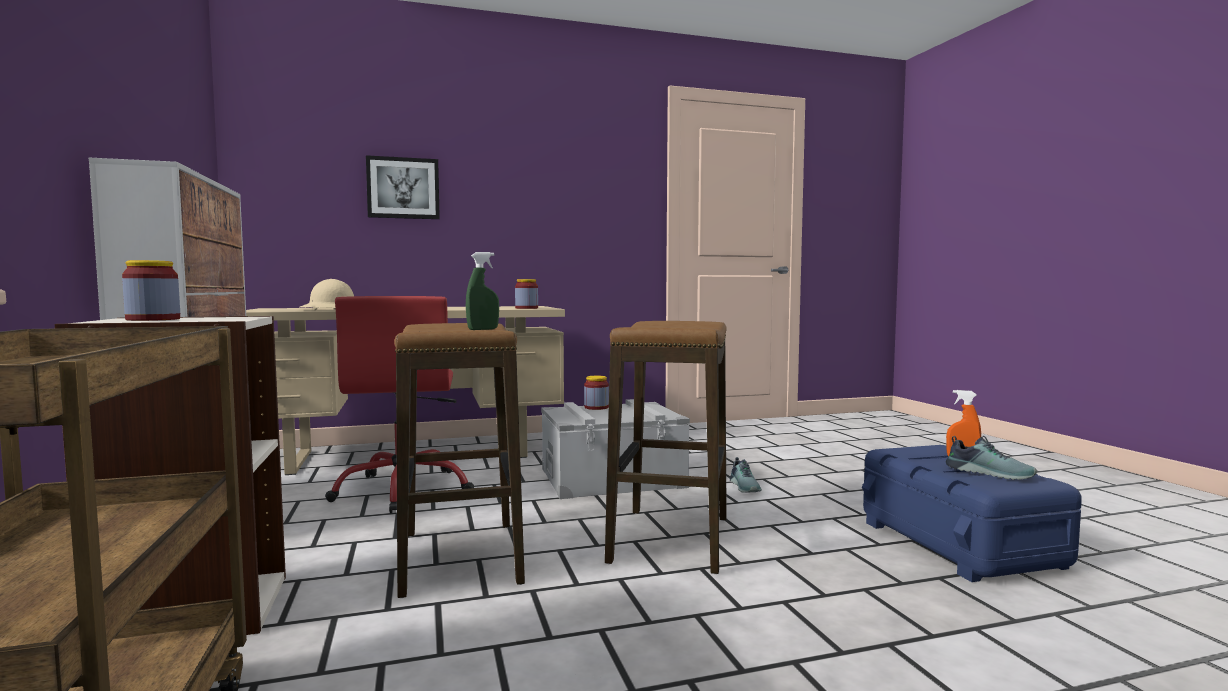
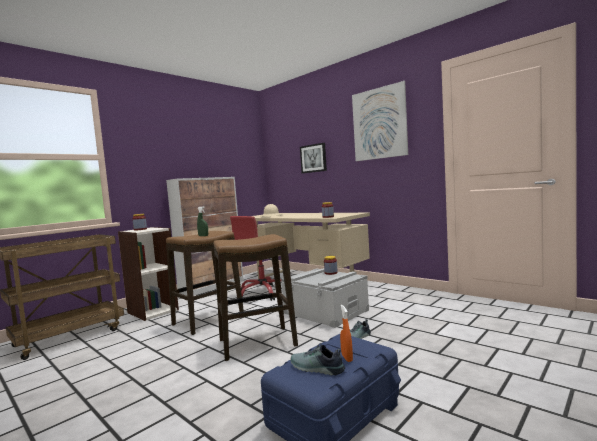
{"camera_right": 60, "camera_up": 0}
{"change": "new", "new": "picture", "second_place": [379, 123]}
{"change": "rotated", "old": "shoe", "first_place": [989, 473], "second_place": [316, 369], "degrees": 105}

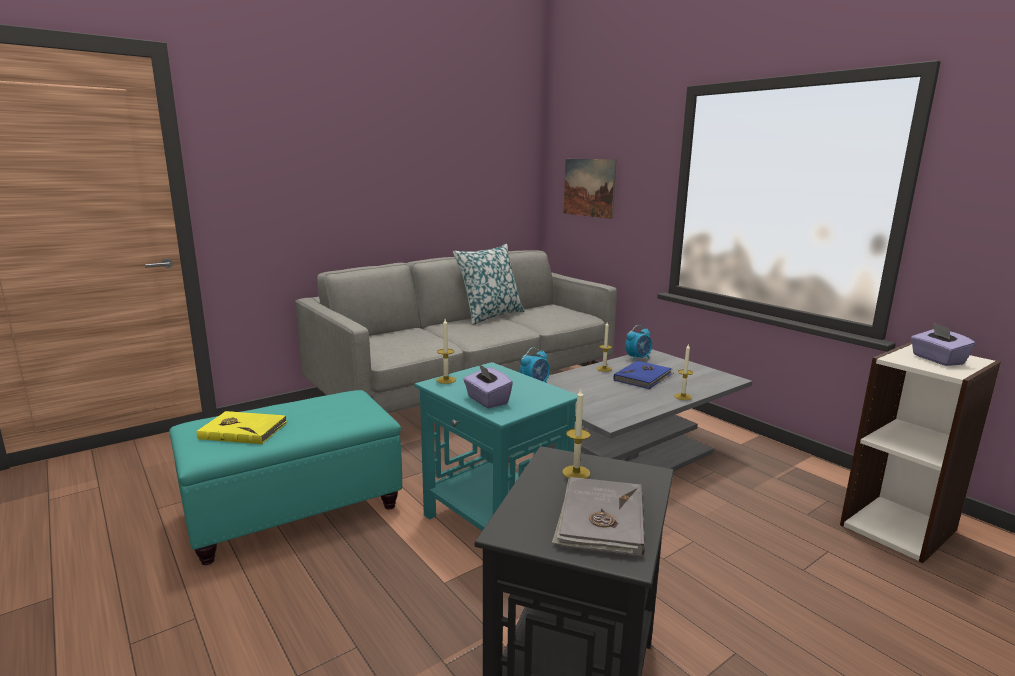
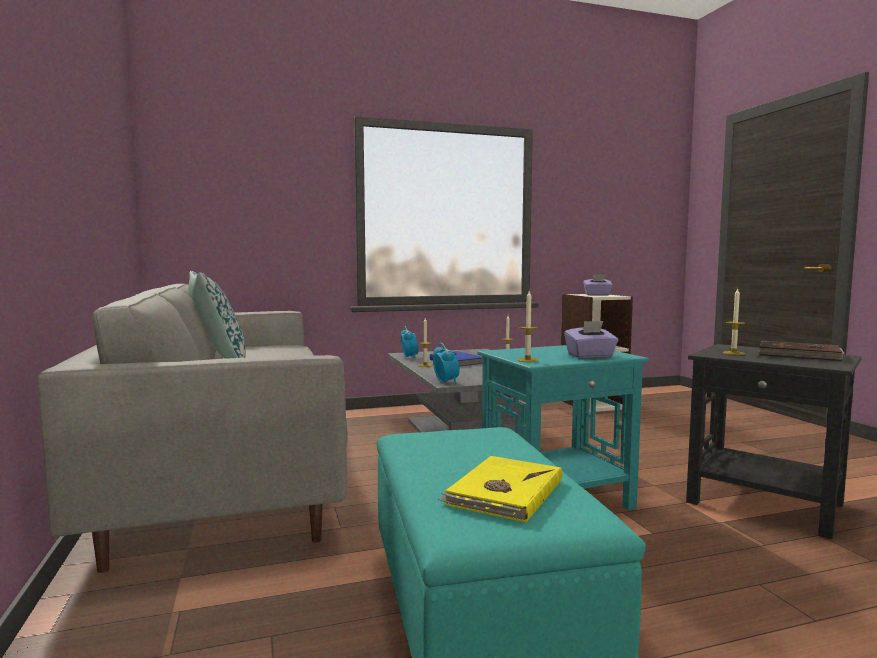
{"camera_right": -70, "camera_up": -10}
{"change": "gone", "old": "picture", "first_place": [589, 187]}
{"change": "repainted", "old": "book in grey", "new": "book in brown", "first_place": [600, 520], "second_place": [799, 355]}

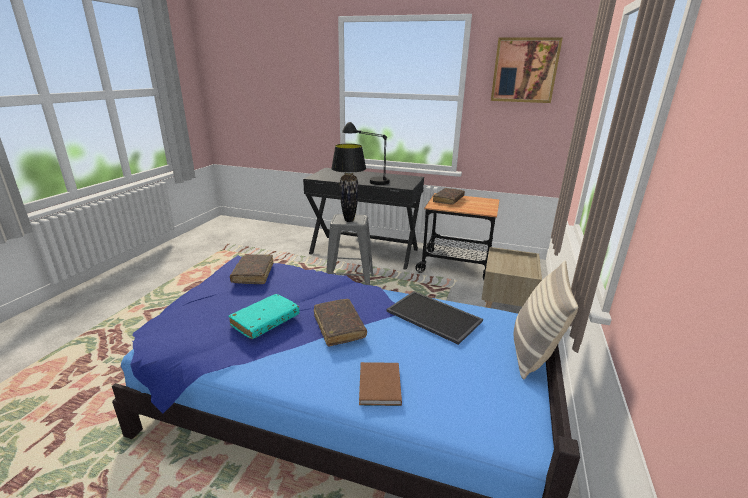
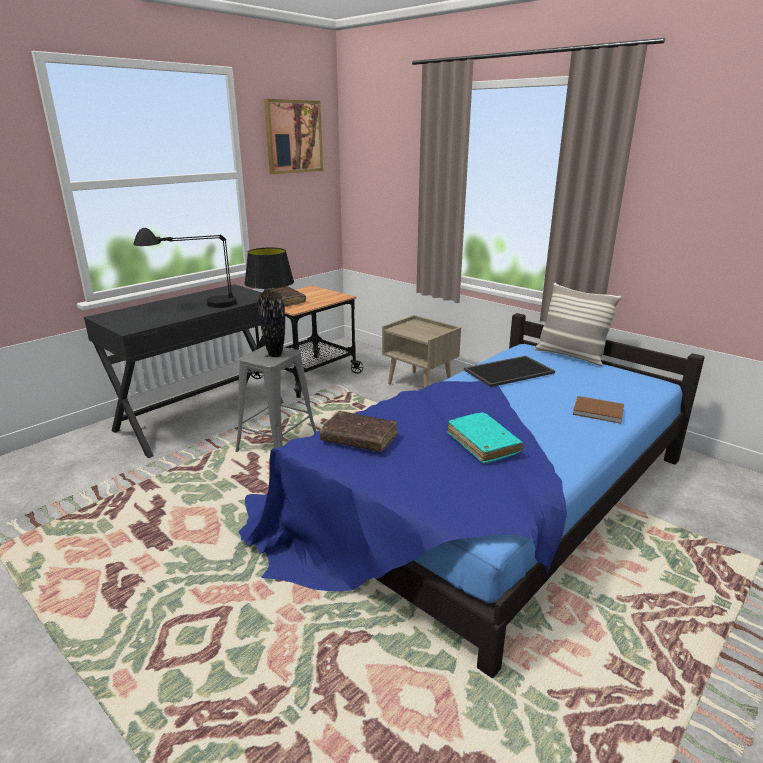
{"camera_right": -65, "camera_up": 0}
{"change": "gone", "old": "book in brown", "first_place": [339, 327]}

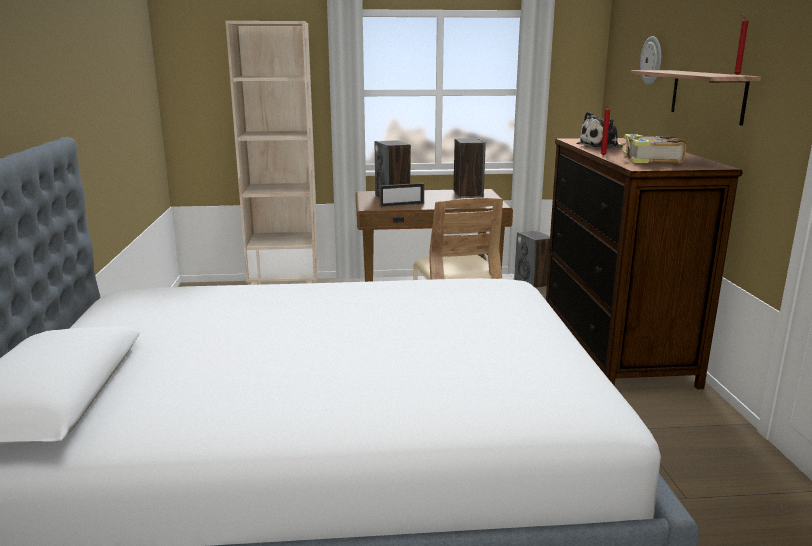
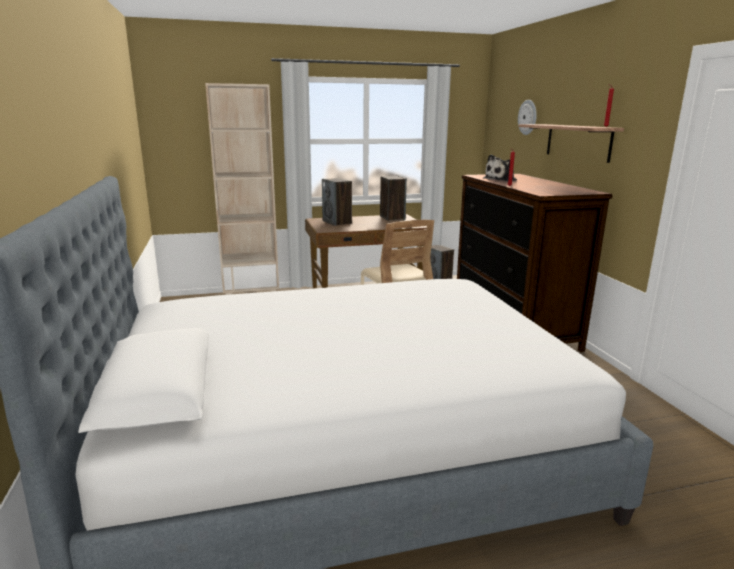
{"camera_right": -10, "camera_up": 0}
{"change": "gone", "old": "picture frame", "first_place": [402, 205]}
{"change": "gone", "old": "book", "first_place": [650, 159]}

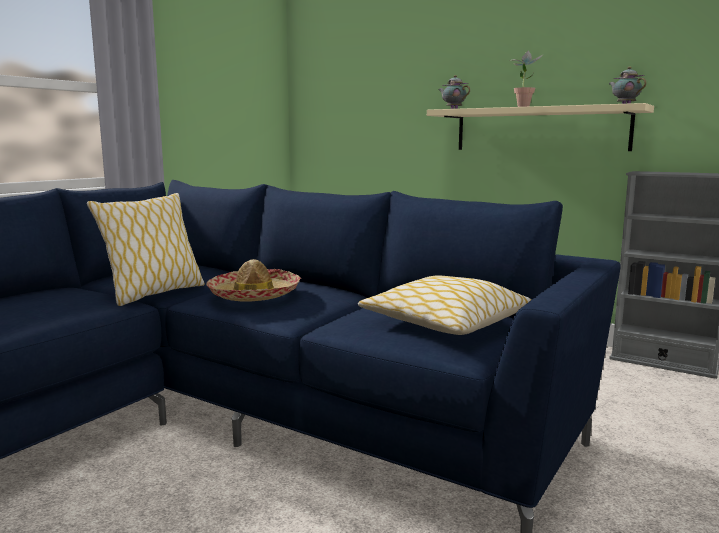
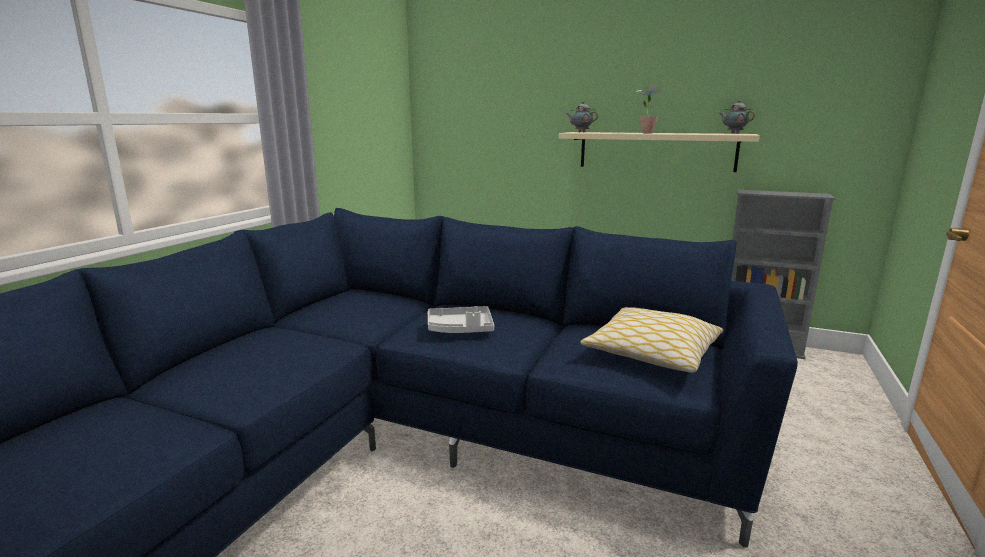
{"camera_right": -10, "camera_up": 5}
{"change": "gone", "old": "pillow", "first_place": [154, 294]}
{"change": "swapped", "old": "hat", "new": "tray in grey", "first_place": [254, 295], "second_place": [460, 329]}

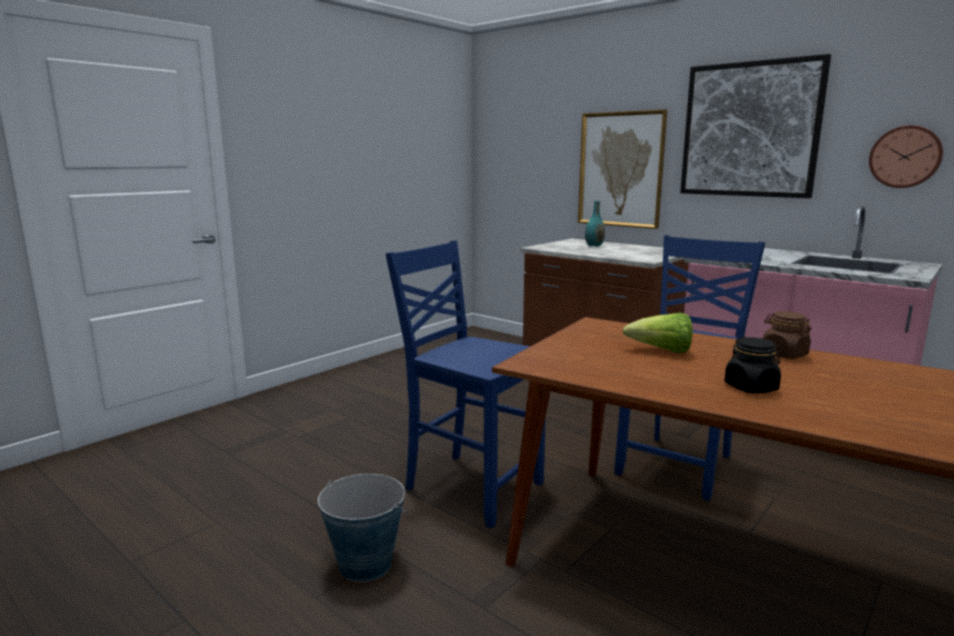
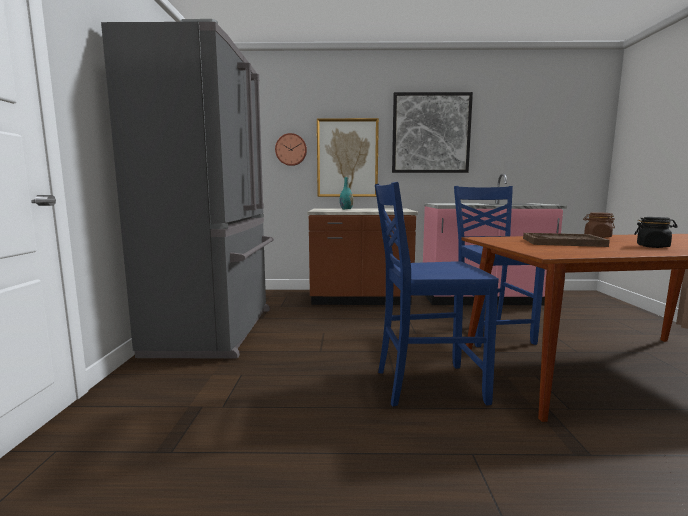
{"camera_right": -40, "camera_up": -5}
{"change": "gone", "old": "bucket", "first_place": [365, 564]}
{"change": "new", "new": "fridge in grey", "second_place": [217, 330]}
{"change": "shifted", "old": "wall clock", "first_place": [905, 157], "second_place": [291, 149]}
{"change": "swapped", "old": "lettuce", "new": "tray in brown", "first_place": [661, 351], "second_place": [562, 242]}

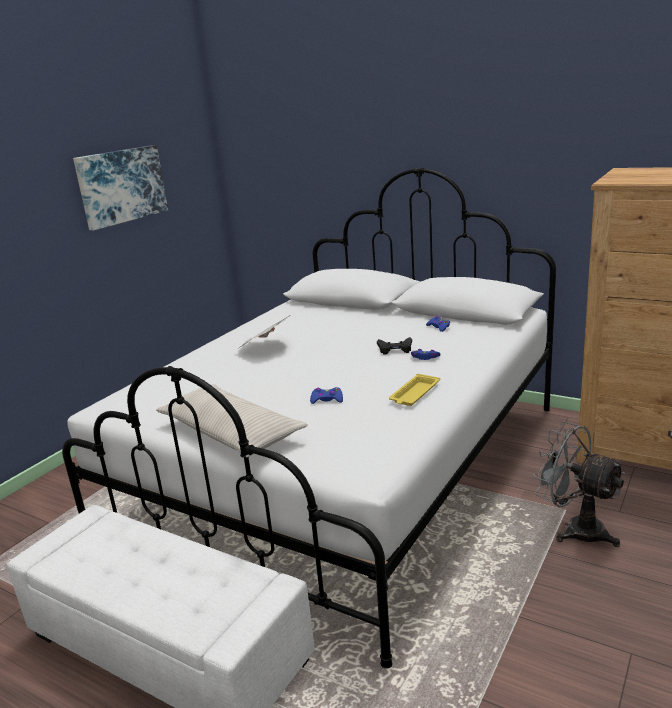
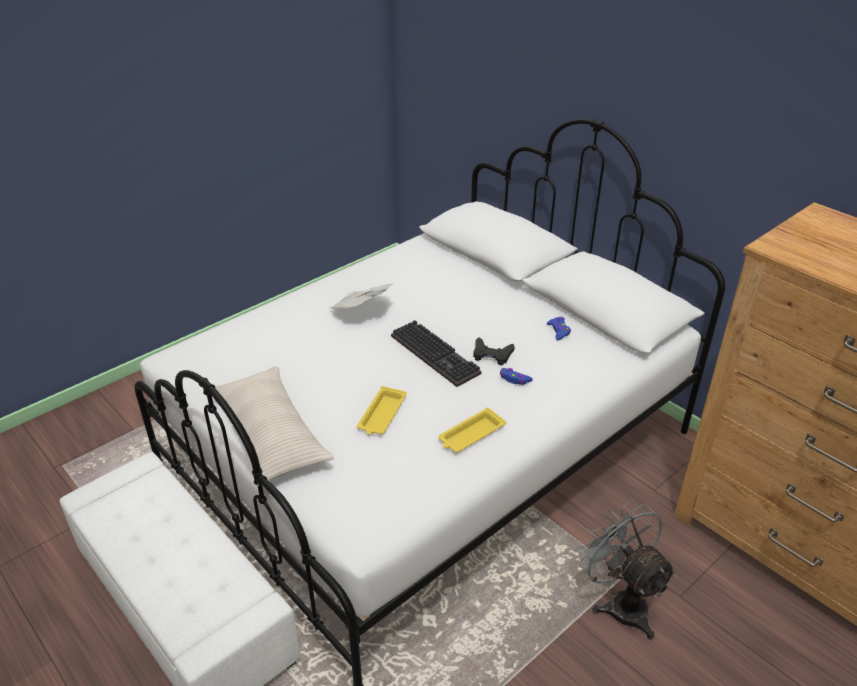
{"camera_right": 15, "camera_up": 15}
{"change": "gone", "old": "picture", "first_place": [121, 186]}
{"change": "new", "new": "keyboard", "second_place": [437, 355]}
{"change": "swapped", "old": "game controller in blue", "new": "tray in yellow", "first_place": [327, 400], "second_place": [382, 415]}

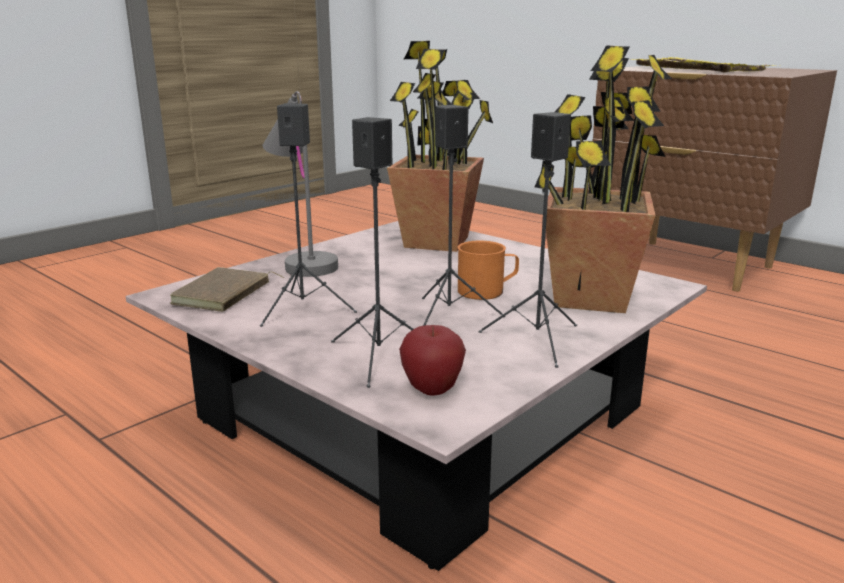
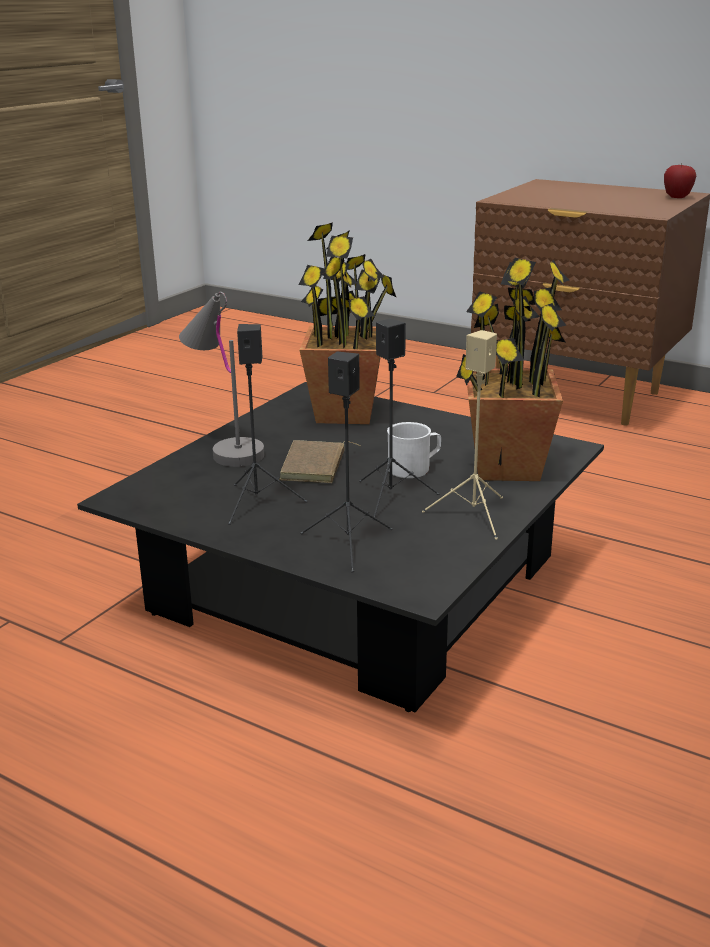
{"camera_right": -10, "camera_up": 5}
{"change": "gone", "old": "tray in yellow", "first_place": [694, 69]}
{"change": "shifted", "old": "book in brown", "first_place": [224, 295], "second_place": [316, 467]}
{"change": "shifted", "old": "apple", "first_place": [432, 391], "second_place": [677, 198]}
{"change": "repainted", "old": "coffee table in pink", "new": "coffee table in black", "first_place": [425, 414], "second_place": [359, 584]}
{"change": "repainted", "old": "mug in orange", "new": "mug in white", "first_place": [487, 291], "second_place": [414, 468]}
{"change": "repainted", "old": "speaker in black", "new": "speaker in beige", "first_place": [538, 341], "second_place": [474, 516]}

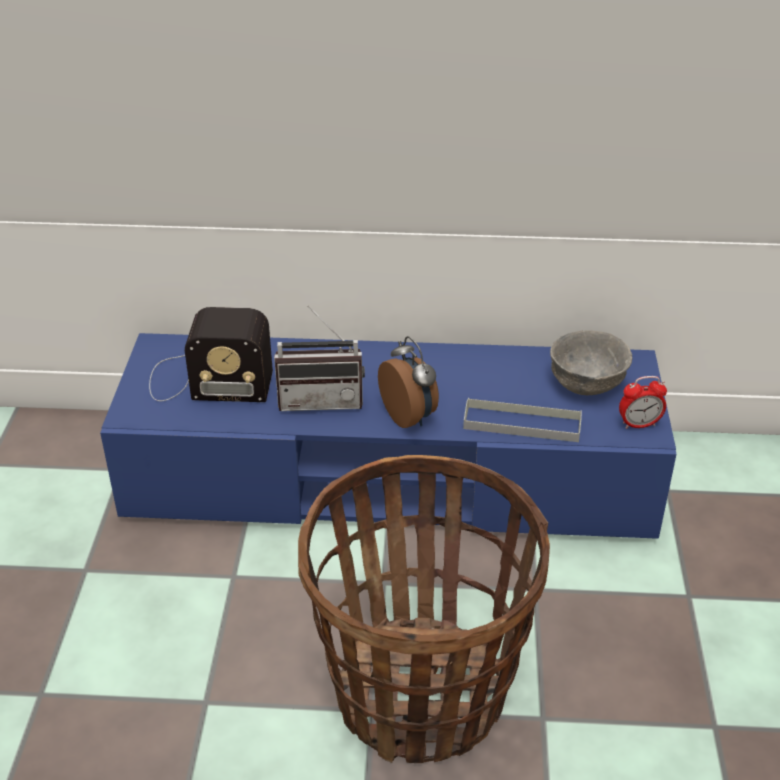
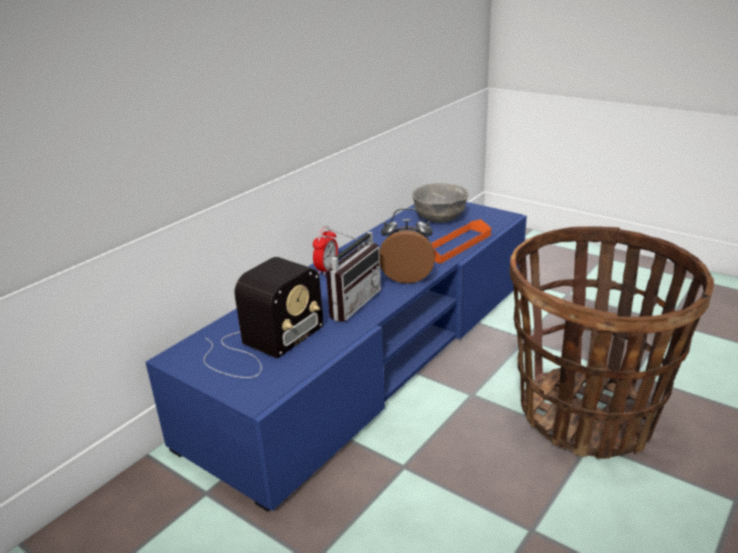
{"camera_right": -55, "camera_up": -10}
{"change": "shifted", "old": "alarm clock", "first_place": [639, 424], "second_place": [327, 269]}
{"change": "repainted", "old": "tray in grey", "new": "tray in orange", "first_place": [522, 424], "second_place": [456, 245]}

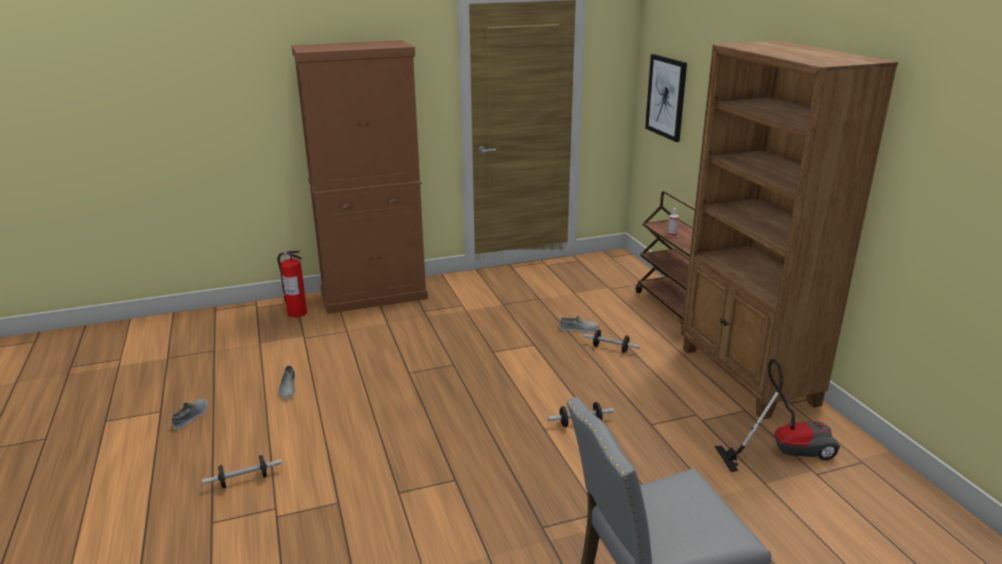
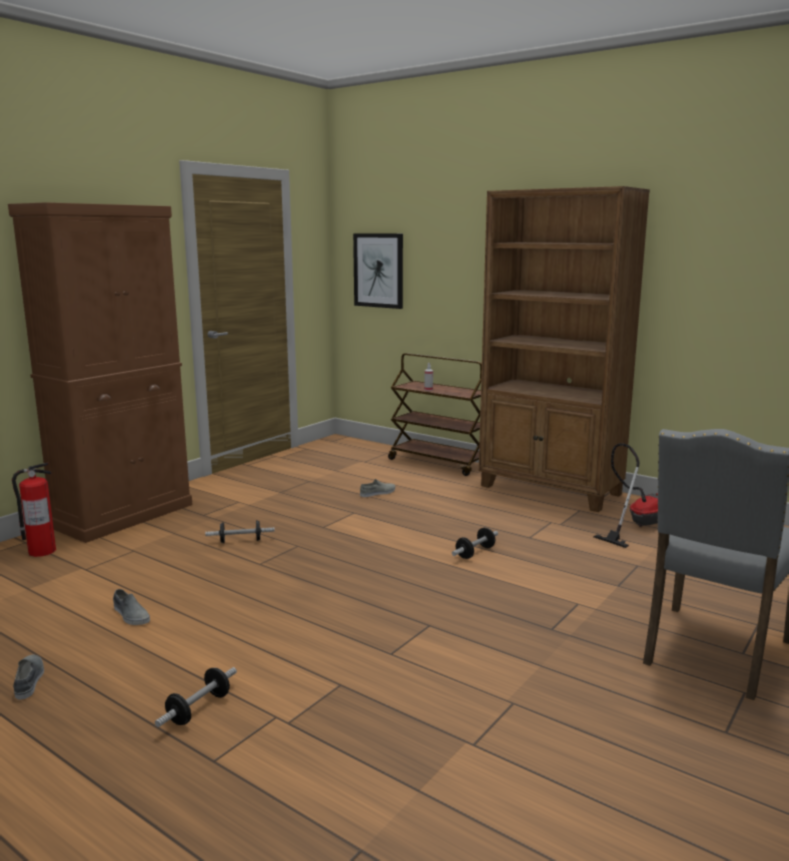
{"camera_right": -35, "camera_up": -10}
{"change": "shifted", "old": "dumbbell", "first_place": [610, 348], "second_place": [240, 541]}

